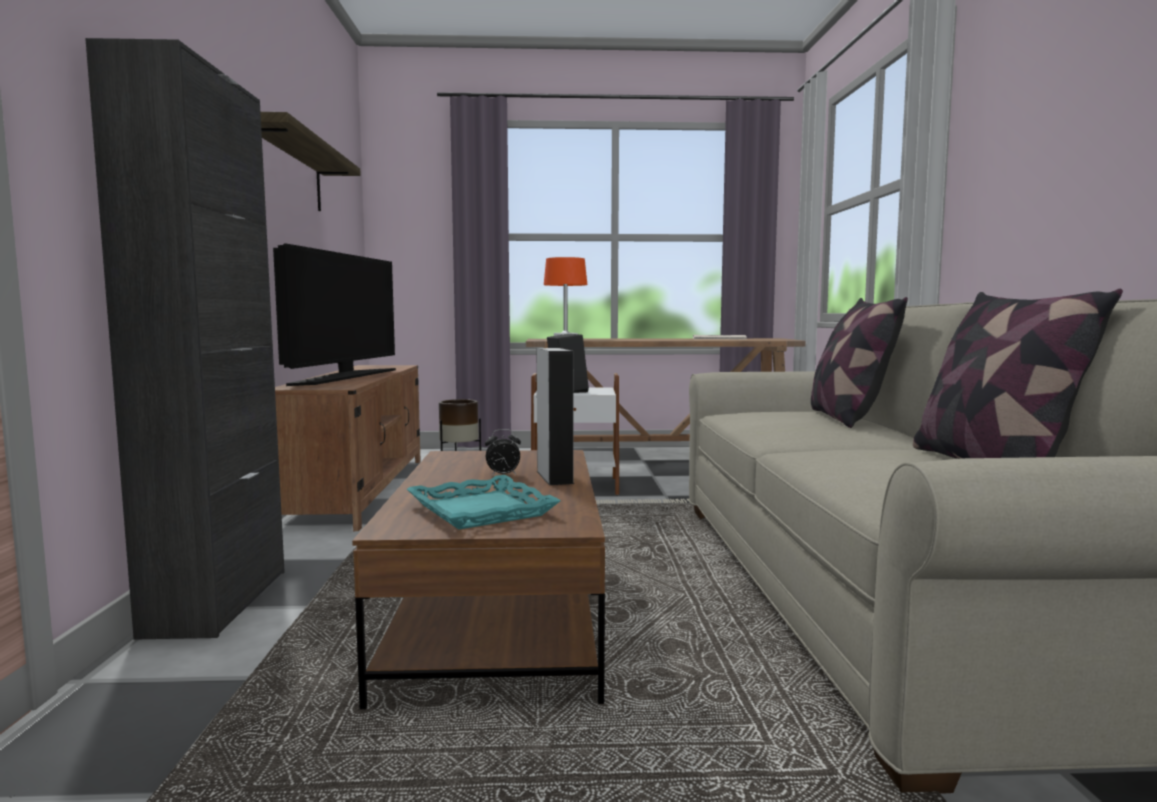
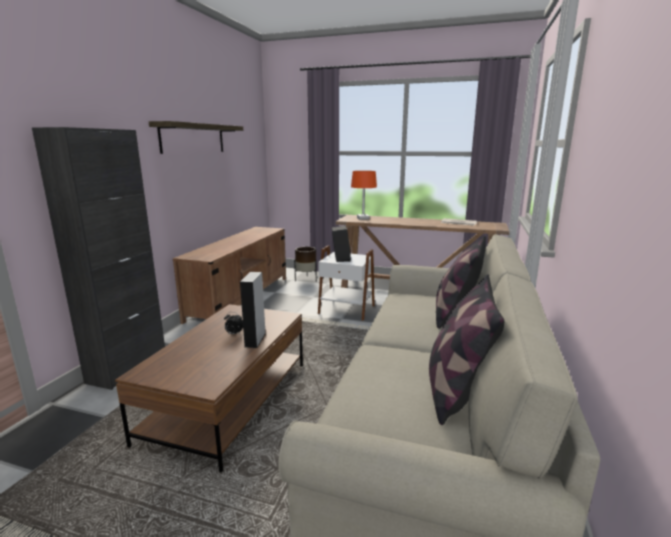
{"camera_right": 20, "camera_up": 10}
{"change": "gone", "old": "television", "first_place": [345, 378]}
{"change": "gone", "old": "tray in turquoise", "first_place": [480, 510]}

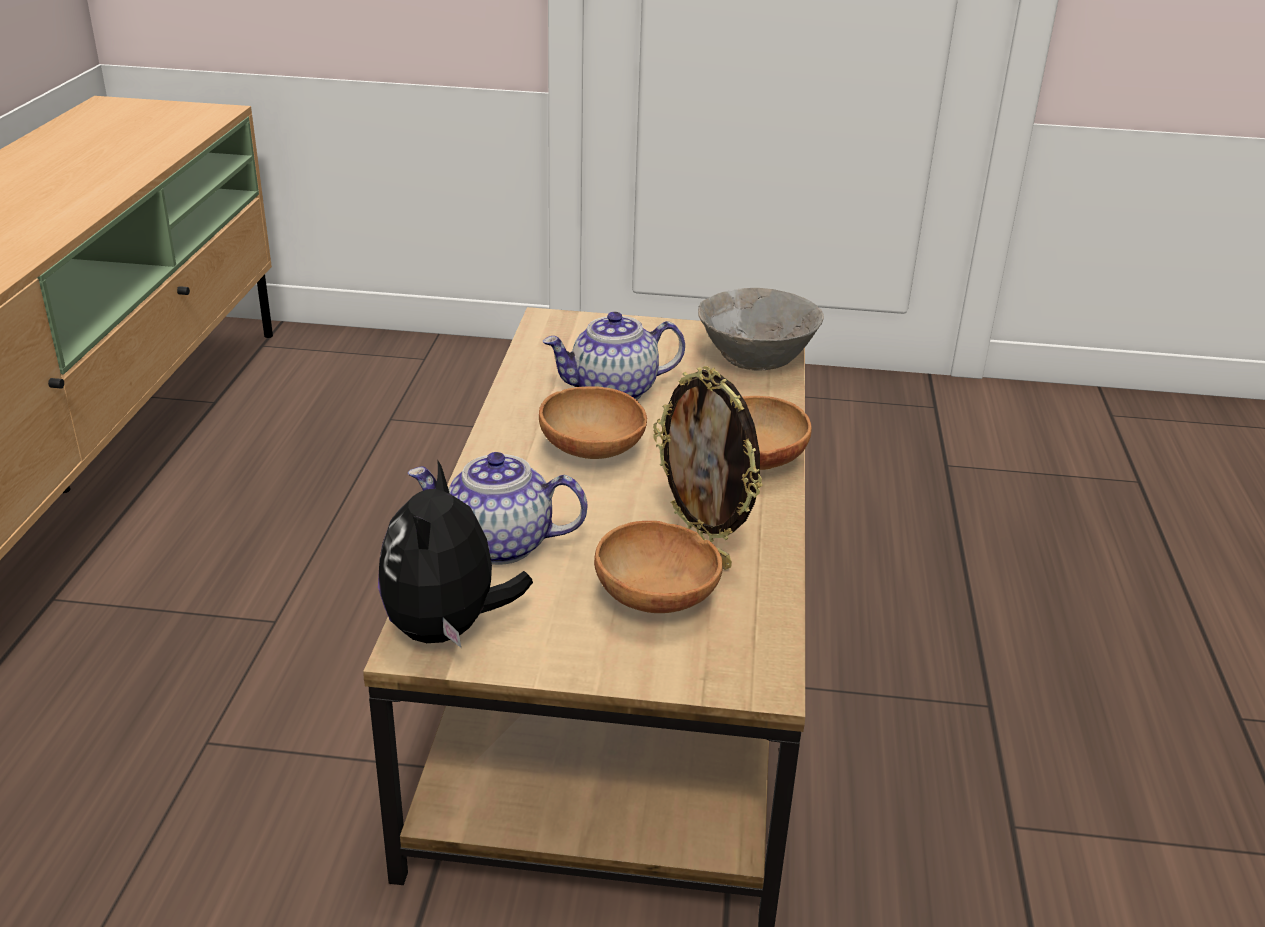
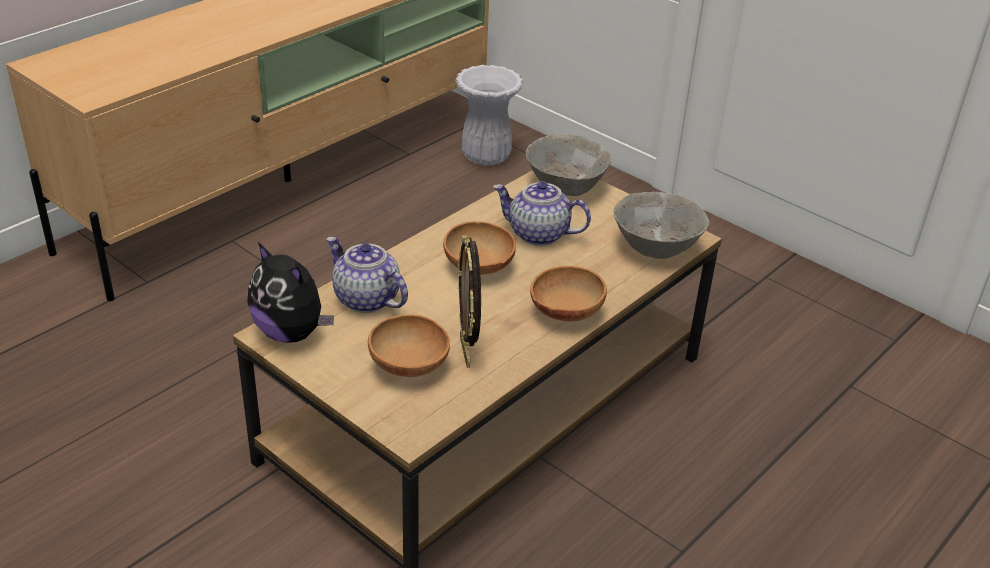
{"camera_right": 35, "camera_up": 5}
{"change": "new", "new": "vase in white", "second_place": [485, 157]}
{"change": "new", "new": "bowl in grey", "second_place": [565, 187]}
{"change": "rotated", "old": "plush toy", "first_place": [448, 629], "second_place": [291, 332], "degrees": -90}

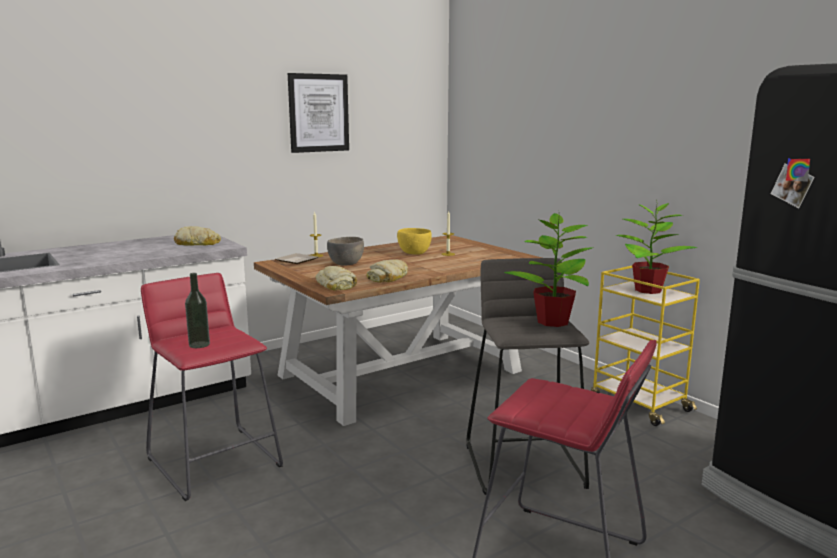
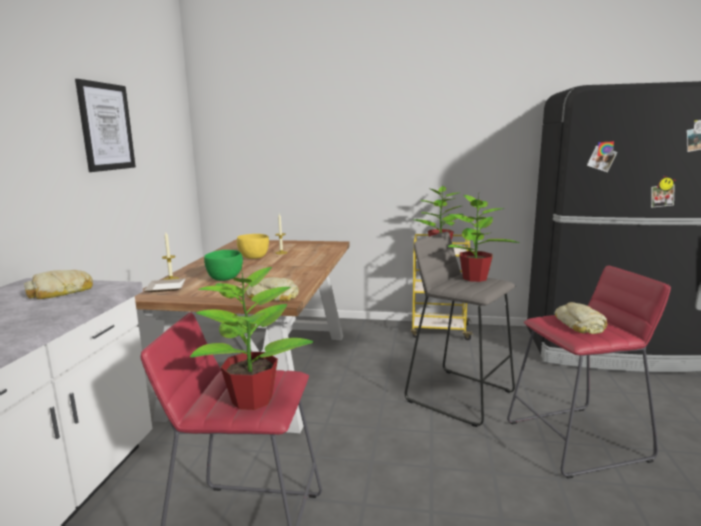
{"camera_right": -45, "camera_up": 0}
{"change": "shifted", "old": "bread", "first_place": [389, 277], "second_place": [579, 324]}
{"change": "swapped", "old": "bottle", "new": "potted plant", "first_place": [199, 344], "second_place": [253, 399]}
{"change": "repainted", "old": "bowl in grey", "new": "bowl in green", "first_place": [346, 264], "second_place": [225, 279]}

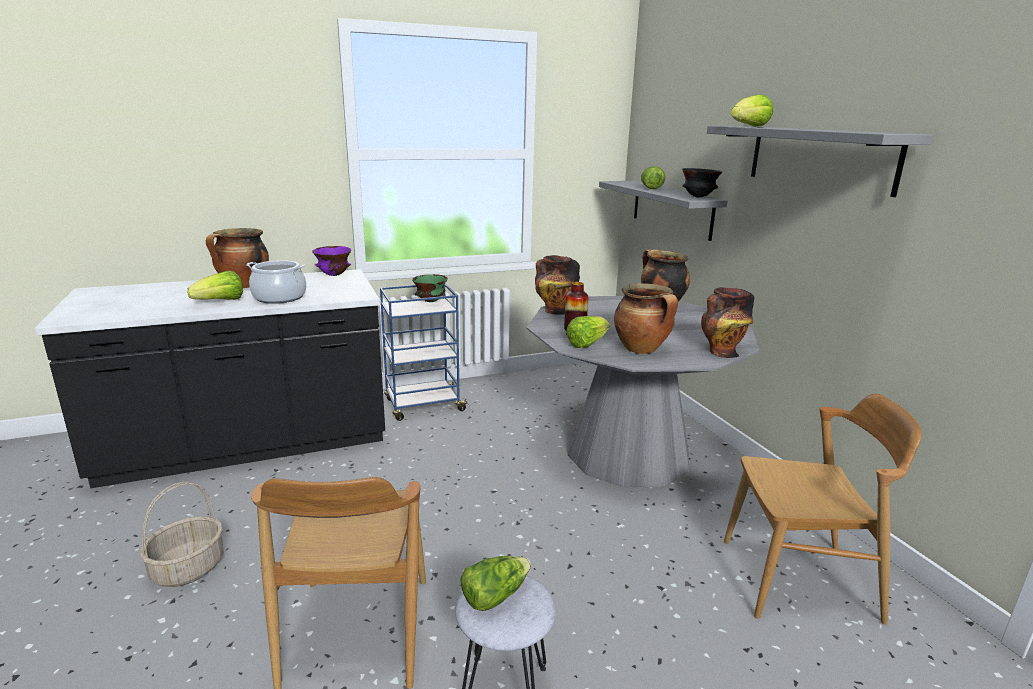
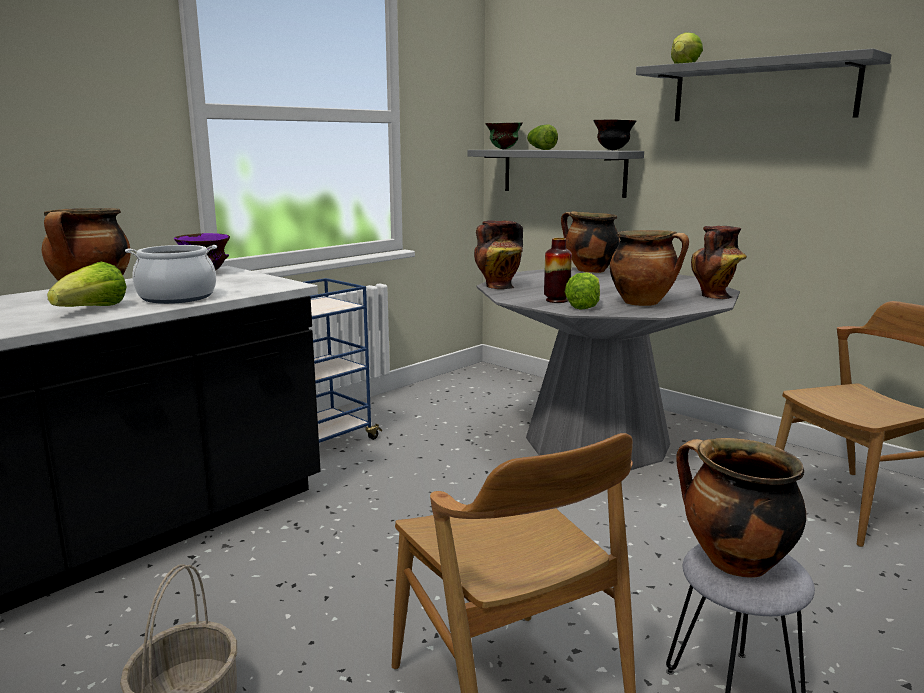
{"camera_right": -25, "camera_up": -5}
{"change": "shifted", "old": "bowl in green", "first_place": [430, 302], "second_place": [503, 149]}
{"change": "swapped", "old": "lettuce", "new": "cooking pot", "first_place": [495, 595], "second_place": [733, 562]}

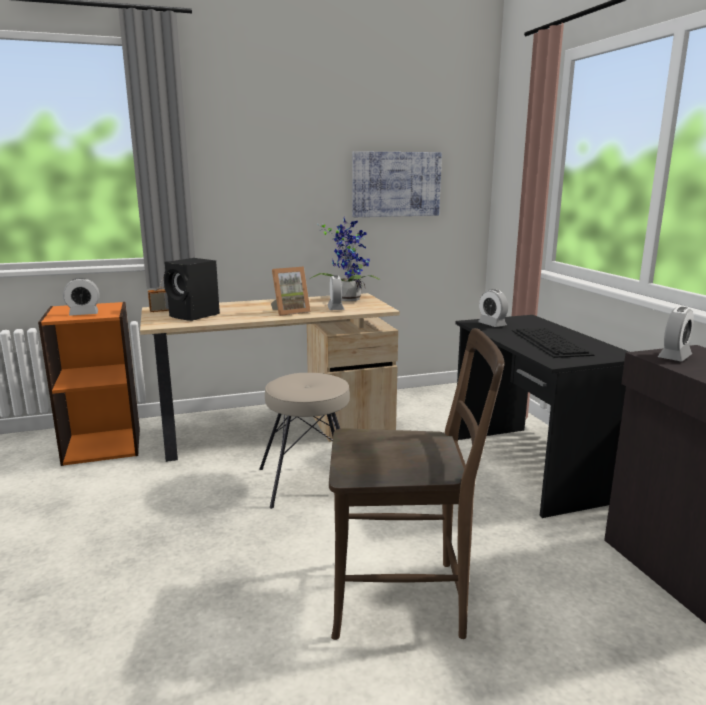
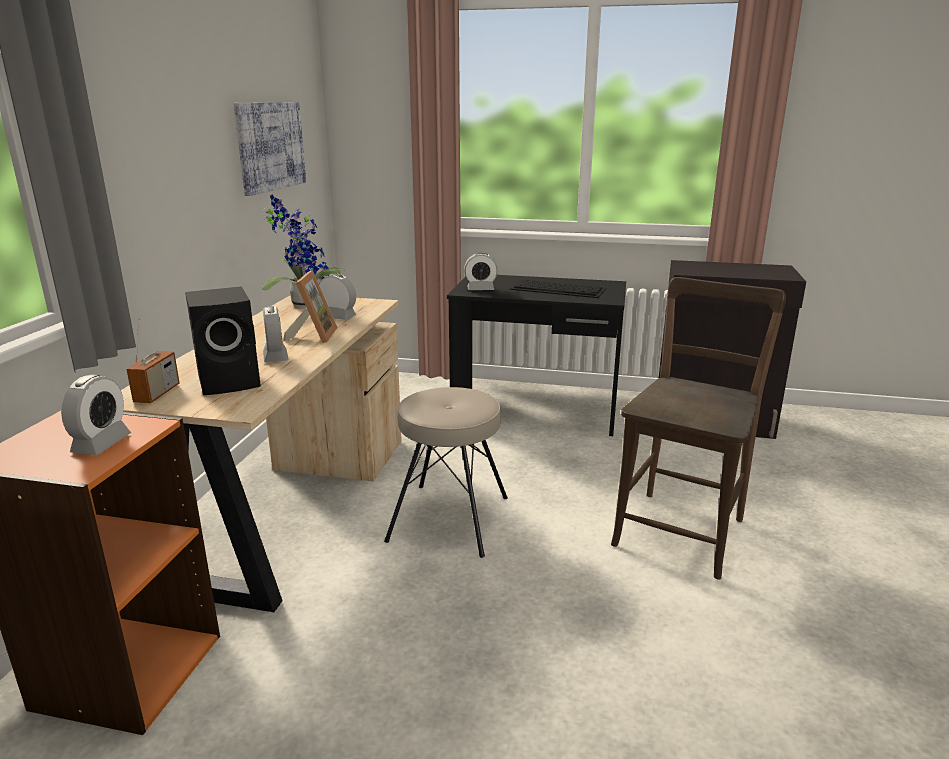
{"camera_right": -60, "camera_up": 5}
{"change": "shifted", "old": "alarm clock", "first_place": [674, 357], "second_place": [275, 357]}

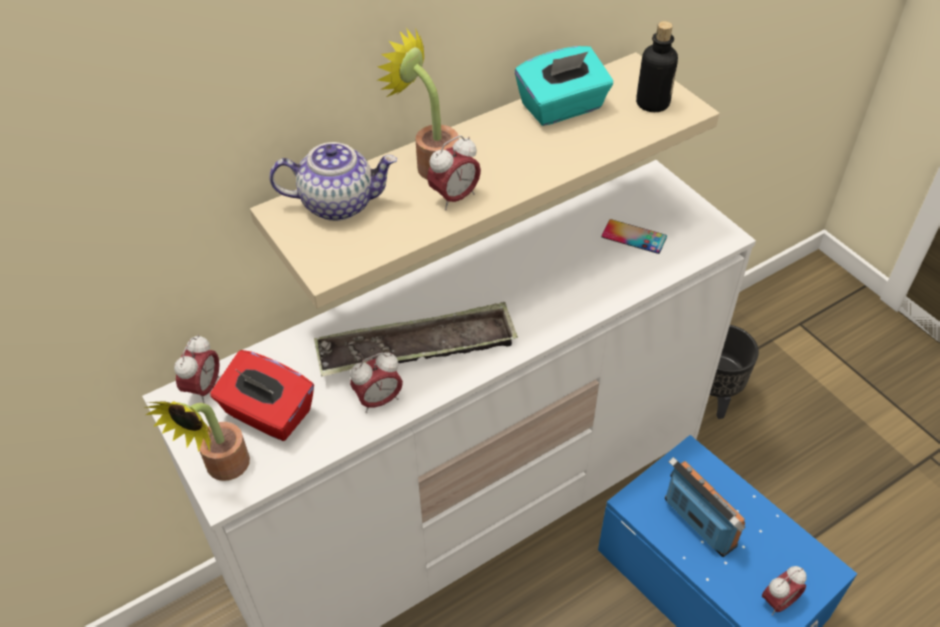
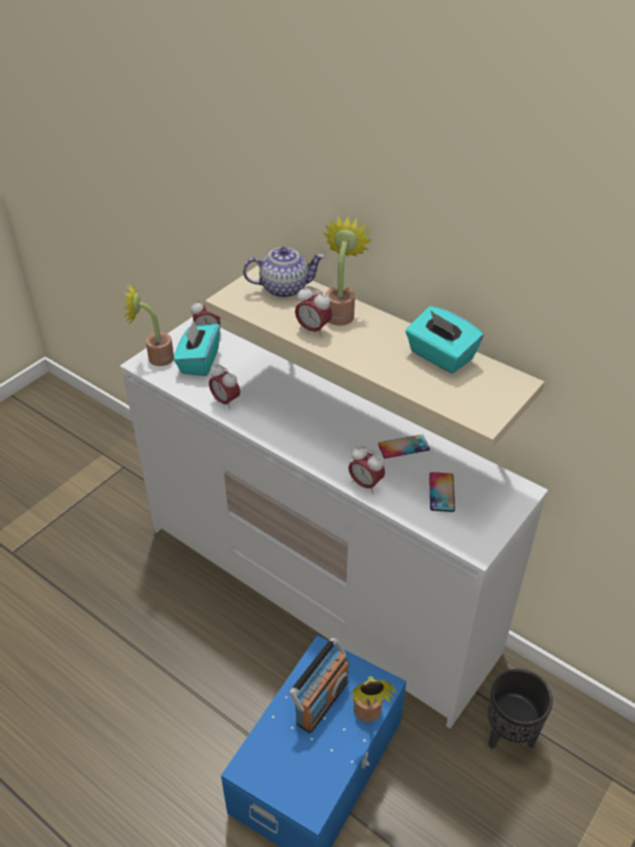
{"camera_right": 70, "camera_up": -5}
{"change": "gone", "old": "tray", "first_place": [417, 349]}
{"change": "gone", "old": "bottle", "first_place": [652, 103]}
{"change": "new", "new": "potted plant", "second_place": [368, 715]}
{"change": "new", "new": "phone", "second_place": [403, 447]}
{"change": "shifted", "old": "alarm clock", "first_place": [778, 602], "second_place": [365, 484]}
{"change": "repainted", "old": "tissue box in red", "new": "tissue box in turquoise", "first_place": [268, 414], "second_place": [199, 362]}
{"change": "rotated", "old": "teapot", "first_place": [339, 203], "second_place": [284, 288], "degrees": -75}

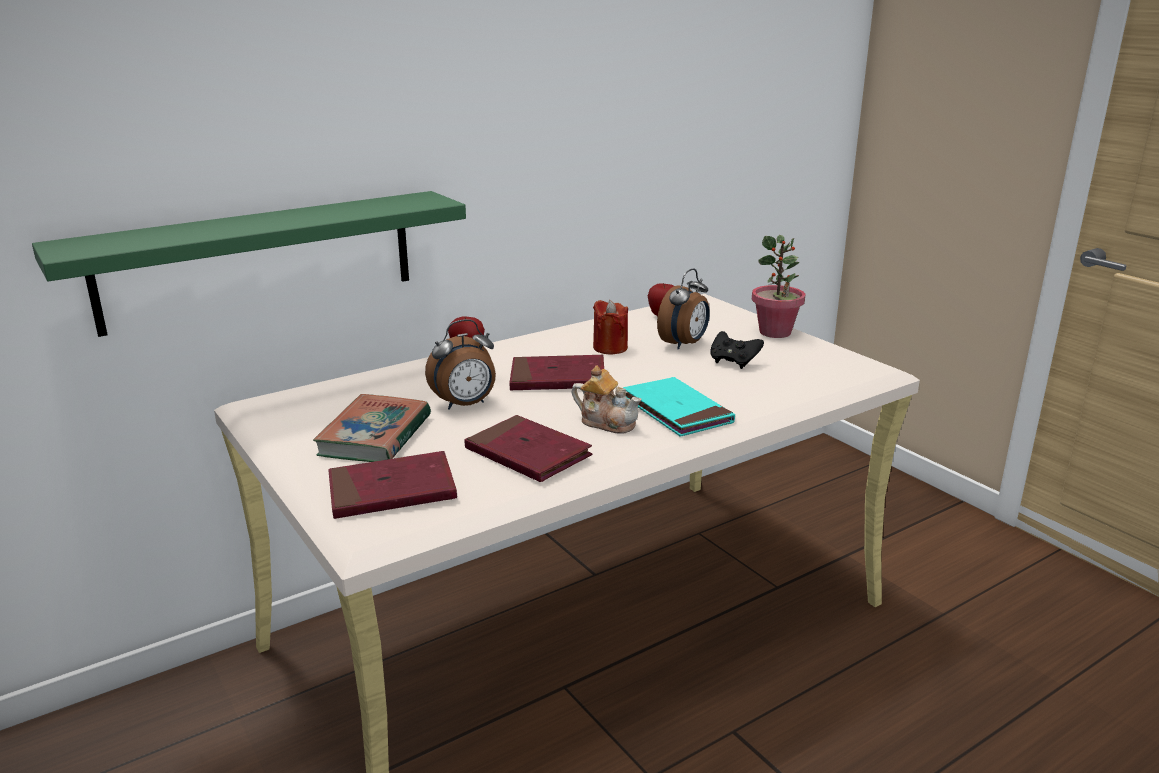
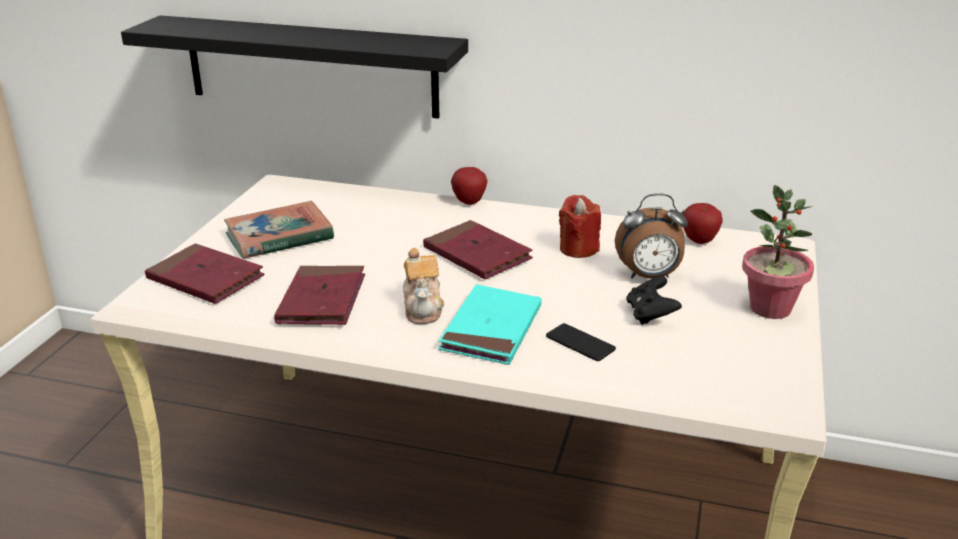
{"camera_right": 50, "camera_up": 5}
{"change": "gone", "old": "alarm clock", "first_place": [465, 405]}
{"change": "new", "new": "phone", "second_place": [580, 343]}
{"change": "repainted", "old": "shelf in green", "new": "shelf in black", "first_place": [259, 260], "second_place": [310, 66]}

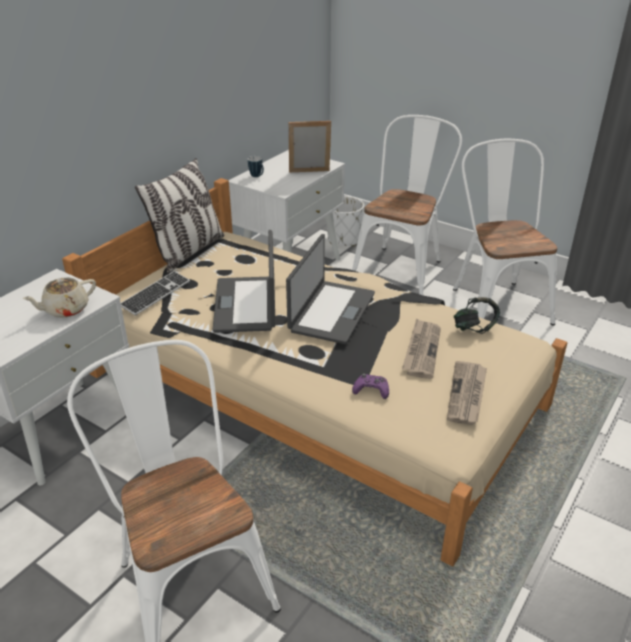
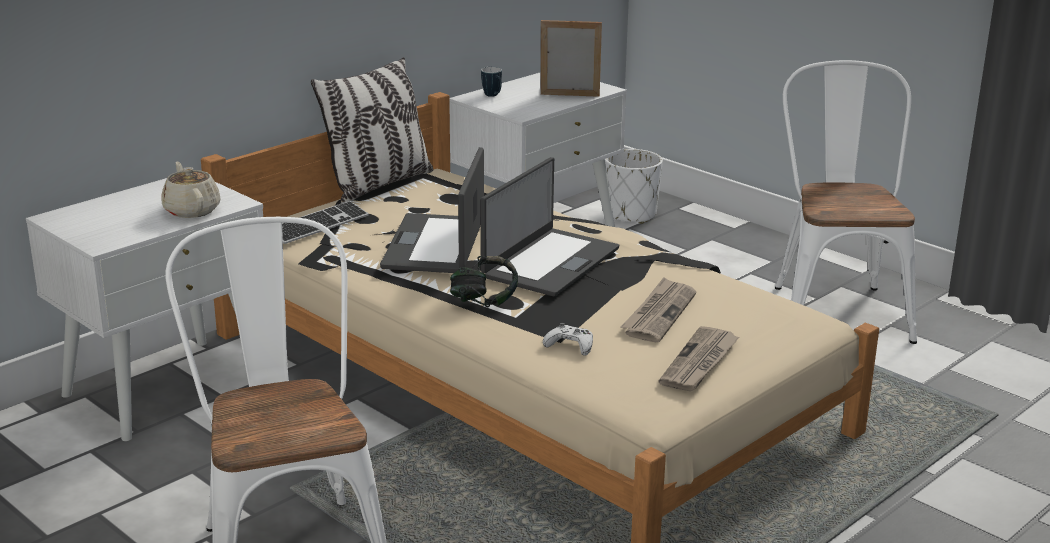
{"camera_right": 10, "camera_up": -10}
{"change": "gone", "old": "chair in white", "first_place": [401, 267]}
{"change": "shifted", "old": "headphones", "first_place": [474, 328], "second_place": [484, 301]}
{"change": "repainted", "old": "game controller in purple", "new": "game controller in white", "first_place": [371, 390], "second_place": [570, 345]}
{"change": "rotated", "old": "teapot in beige", "first_place": [65, 309], "second_place": [191, 210], "degrees": 90}

